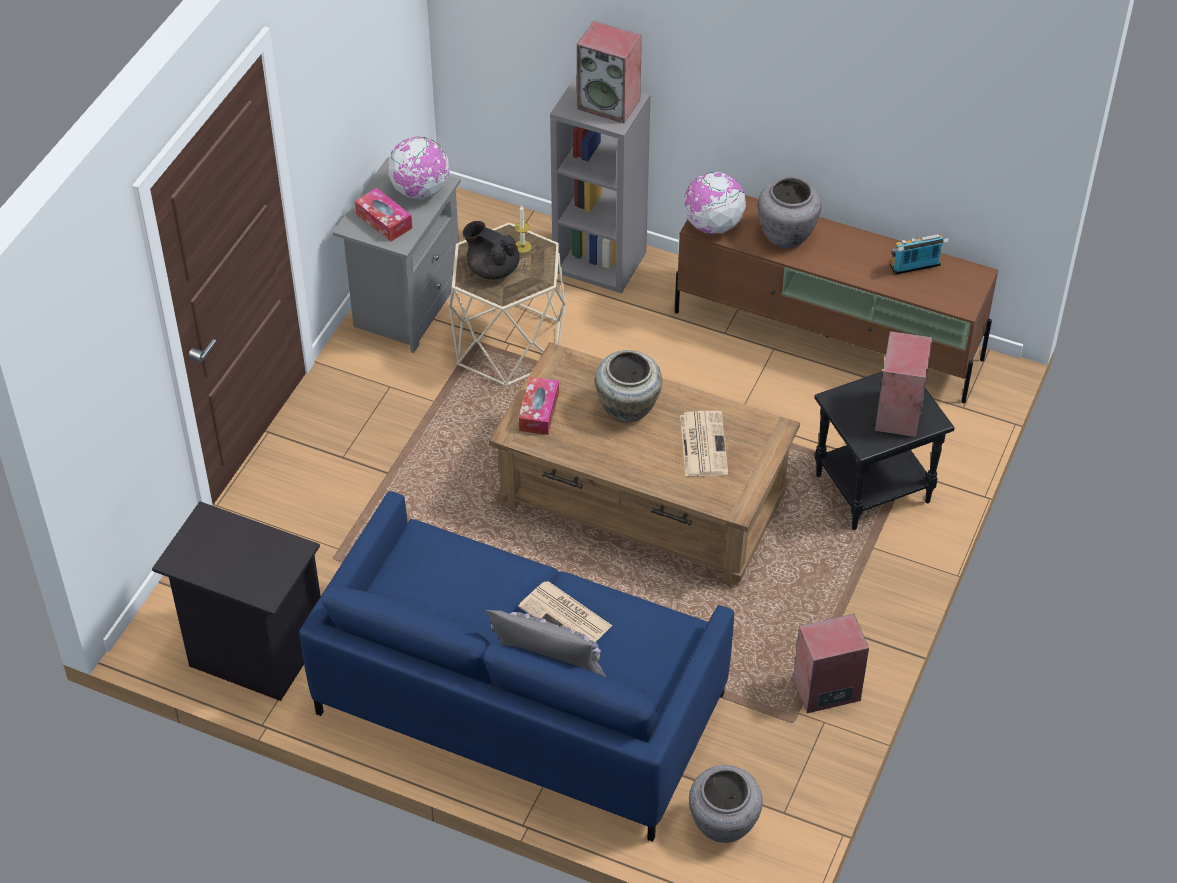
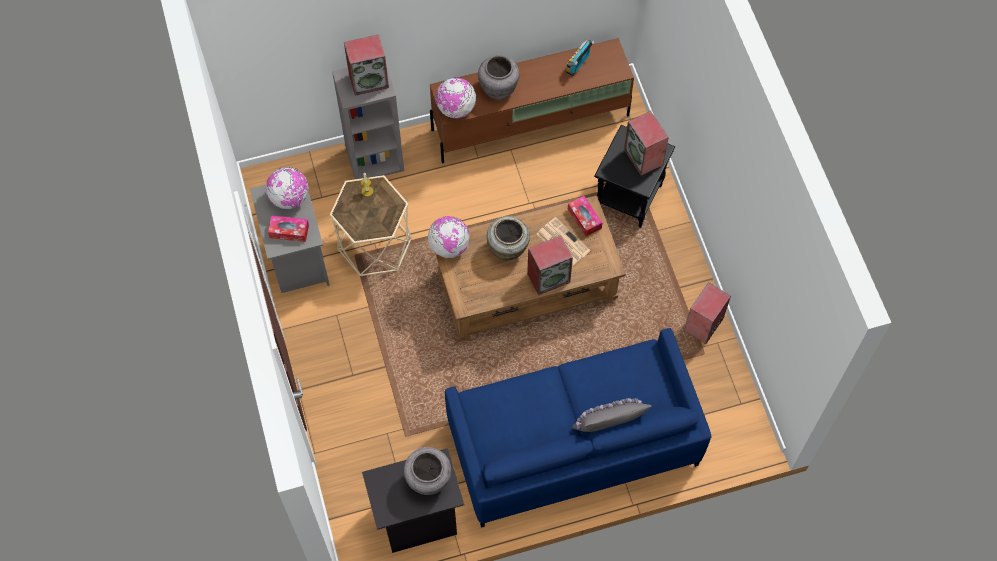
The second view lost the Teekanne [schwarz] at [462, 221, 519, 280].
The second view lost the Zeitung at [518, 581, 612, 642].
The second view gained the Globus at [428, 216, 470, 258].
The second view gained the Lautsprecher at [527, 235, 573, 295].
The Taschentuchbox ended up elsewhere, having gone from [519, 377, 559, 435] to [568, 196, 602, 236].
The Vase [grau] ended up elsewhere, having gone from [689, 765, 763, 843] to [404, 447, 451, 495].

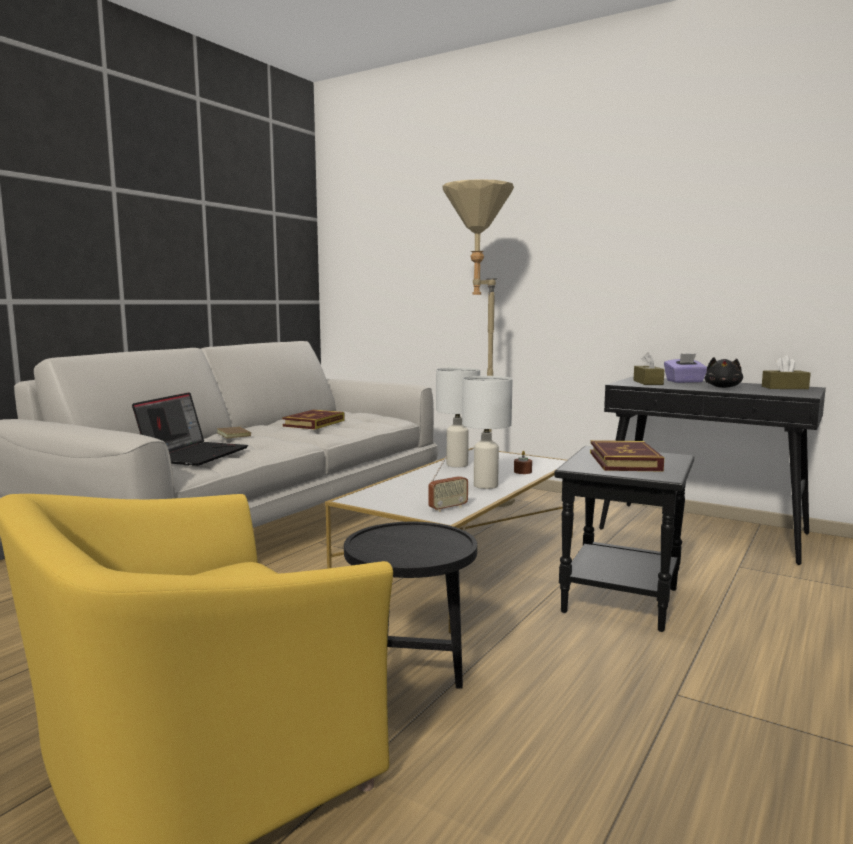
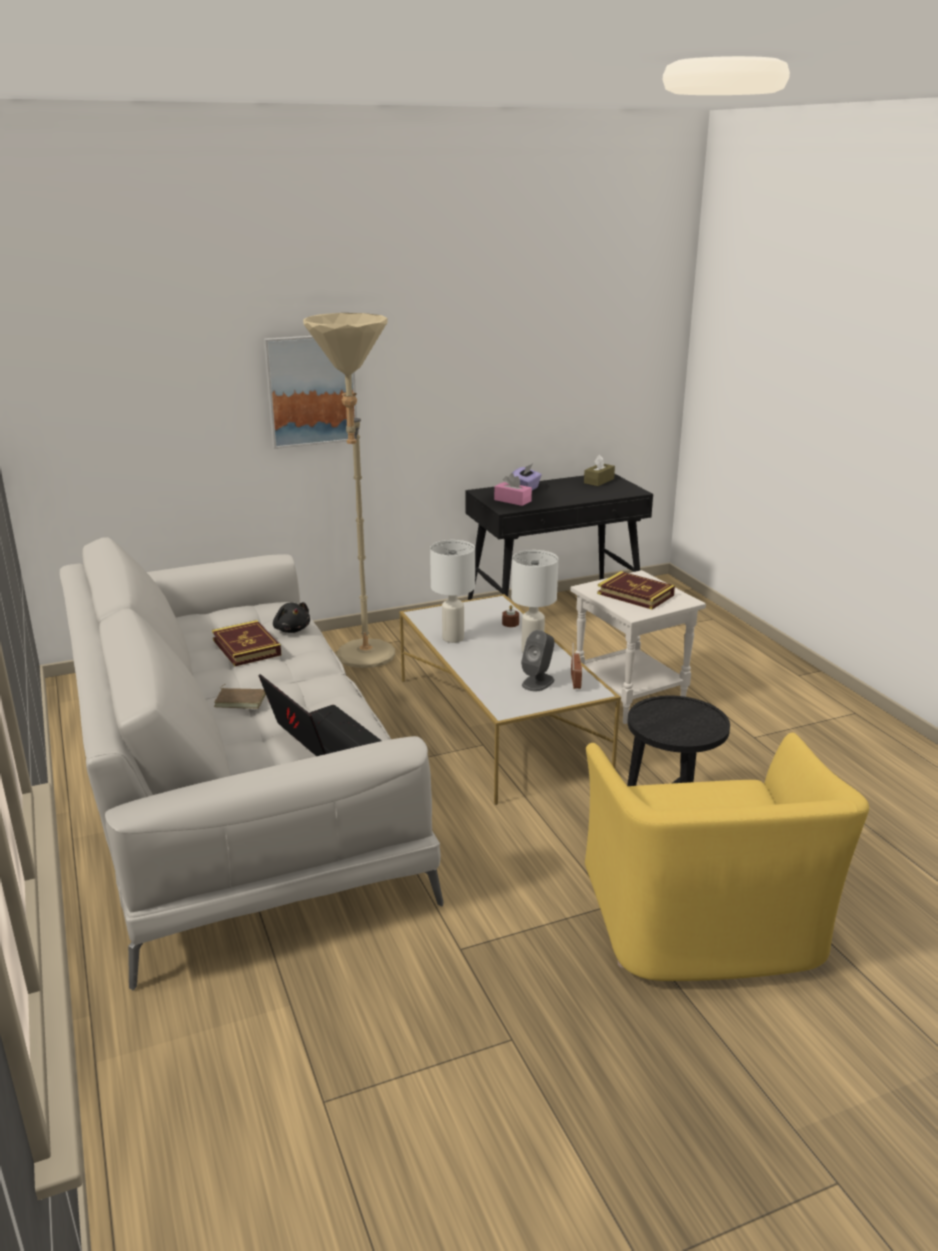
The second view gained the Bild at [264, 336, 357, 449].
The second view gained the Lautsprecher [grau] at [521, 630, 554, 691].
The Plüschtier [schwarz] ended up elsewhere, having gone from [705, 357, 743, 388] to [273, 602, 310, 633].
What was the Beistelltisch [schwarz] at [554, 446, 694, 632] turned into the Beistelltisch [weiß] at [570, 570, 706, 724].
What was the Taschentuchbox [braun] at [633, 352, 665, 385] turned into the Taschentuchbox [rosa] at [494, 473, 532, 506].

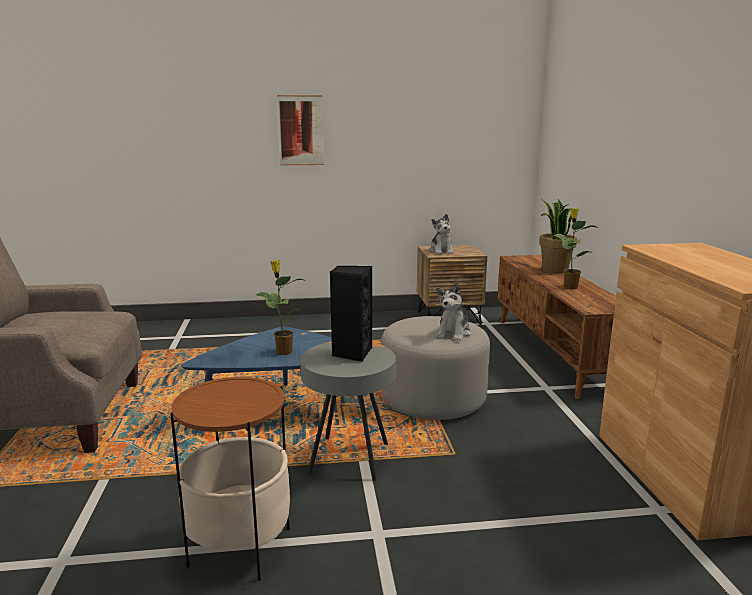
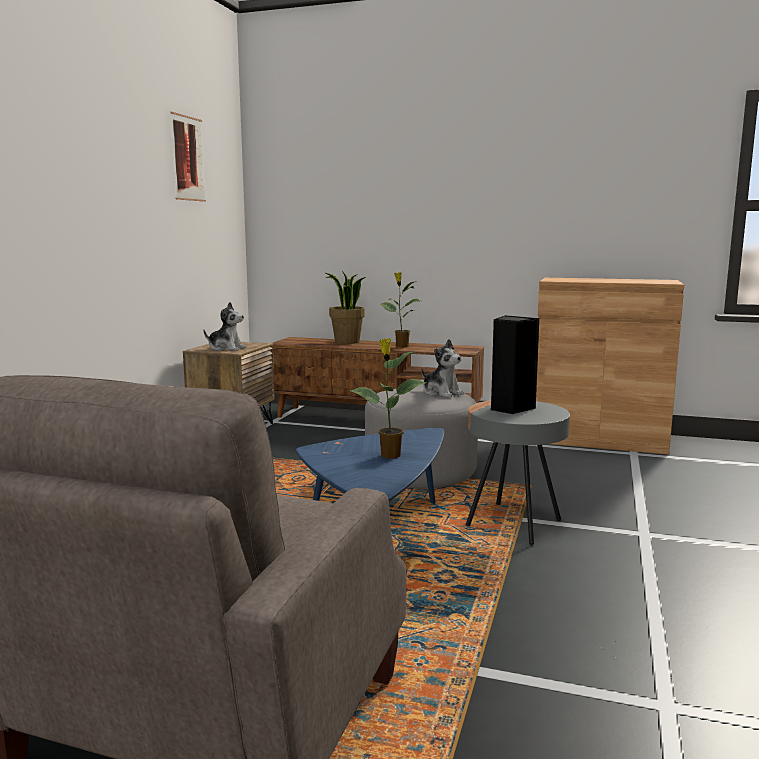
The second view lost the Beistelltisch at [170, 377, 290, 581].
The Bild ended up elsewhere, having gone from [277, 95, 324, 165] to [170, 112, 206, 202].

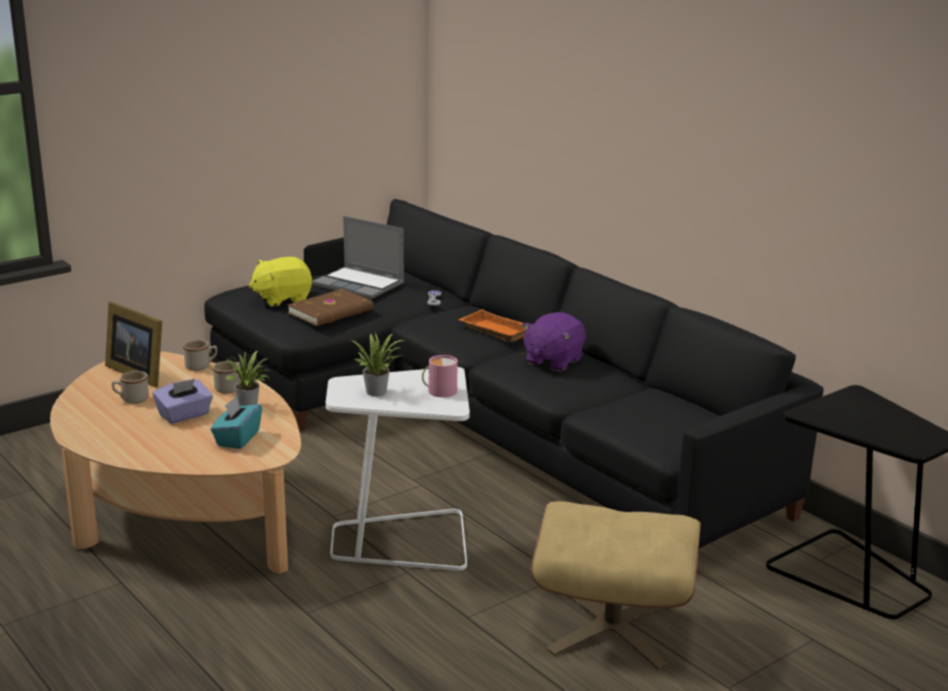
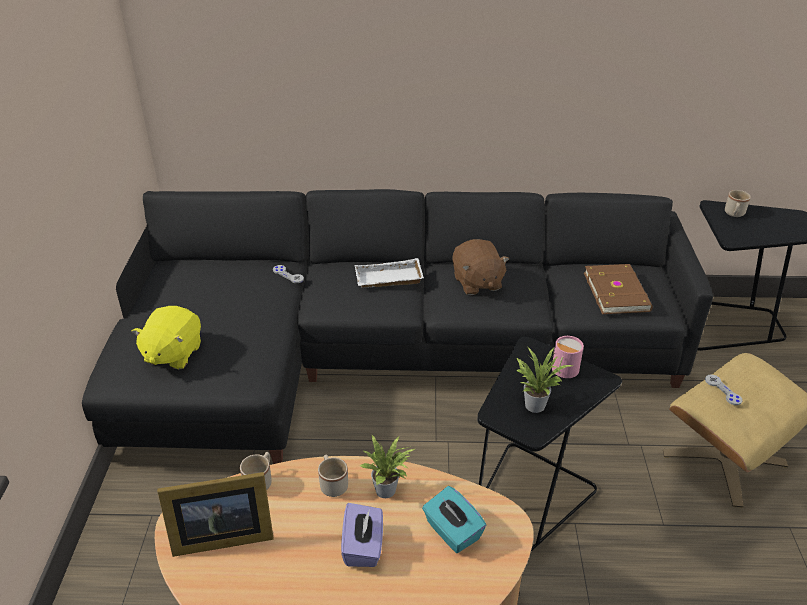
The second view lost the Laptop at [312, 216, 404, 300].
The second view gained the Gamepad [grau] at [705, 375, 742, 405].
The Henkelbecher [beige] ended up elsewhere, having gone from [112, 371, 149, 404] to [725, 190, 751, 217].
The Buch [braun] ended up elsewhere, having gone from [287, 289, 373, 326] to [584, 264, 653, 314].
What was the Beistelltisch [weiß] at [326, 367, 470, 571] turned into the Beistelltisch [schwarz] at [477, 337, 622, 551].
What was the Tablett [orange] at [458, 309, 533, 342] turned into the Tablett [weiß] at [355, 258, 424, 288].
What was the Plüschtier [lila] at [522, 312, 586, 372] turned into the Plüschtier [braun] at [452, 239, 509, 295].

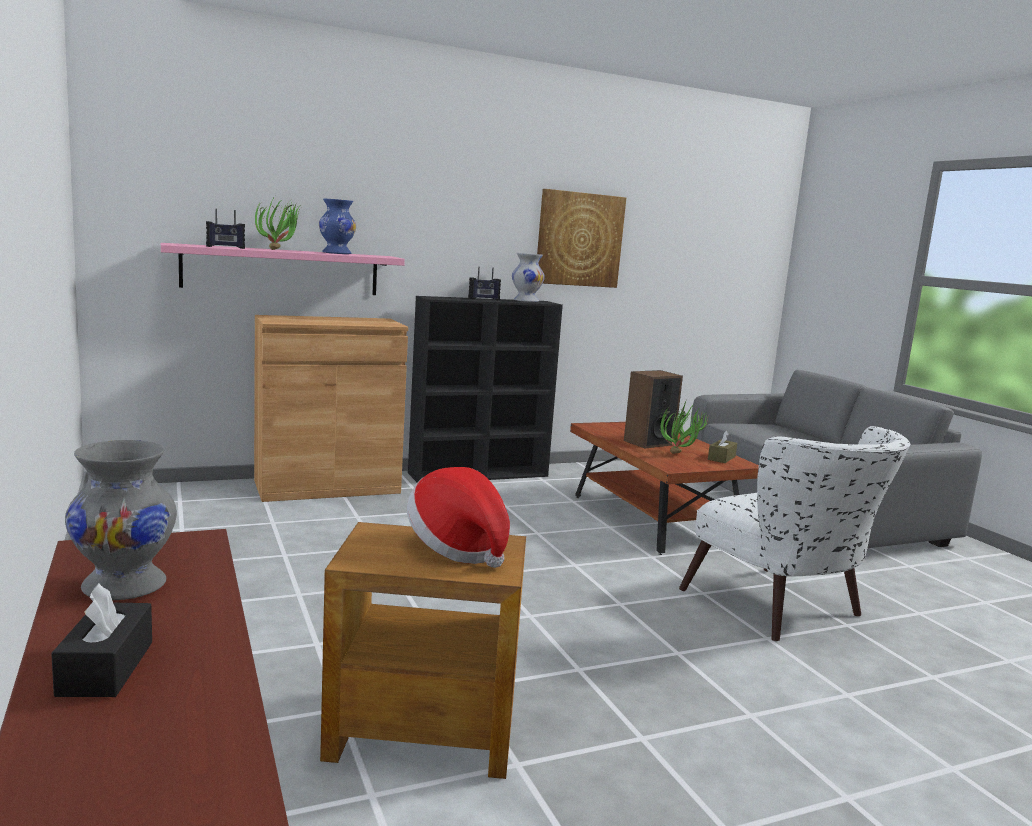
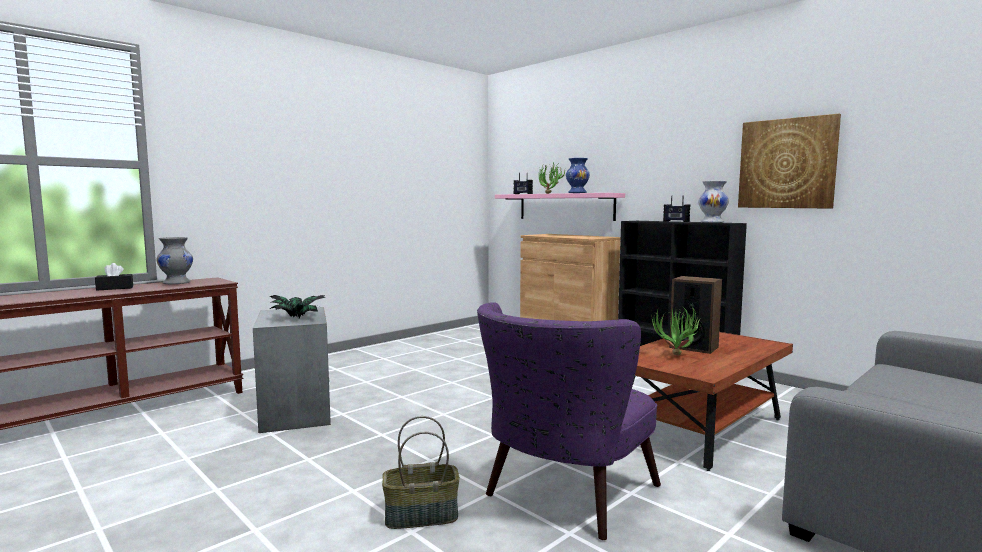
The second view lost the Taschentuchbox [braun] at [708, 431, 737, 463].
The second view gained the Korb at [382, 416, 460, 529].
Where the Hut stood at [407, 467, 510, 568], the Topfpflanze came to stand at [270, 295, 326, 318].
What was the Beistelltisch [braun] at [320, 522, 526, 779] turned into the Beistelltisch [grau] at [253, 307, 331, 433].
What was the Sessel [weiß] at [679, 426, 911, 641] turned into the Sessel [lila] at [477, 302, 661, 540].

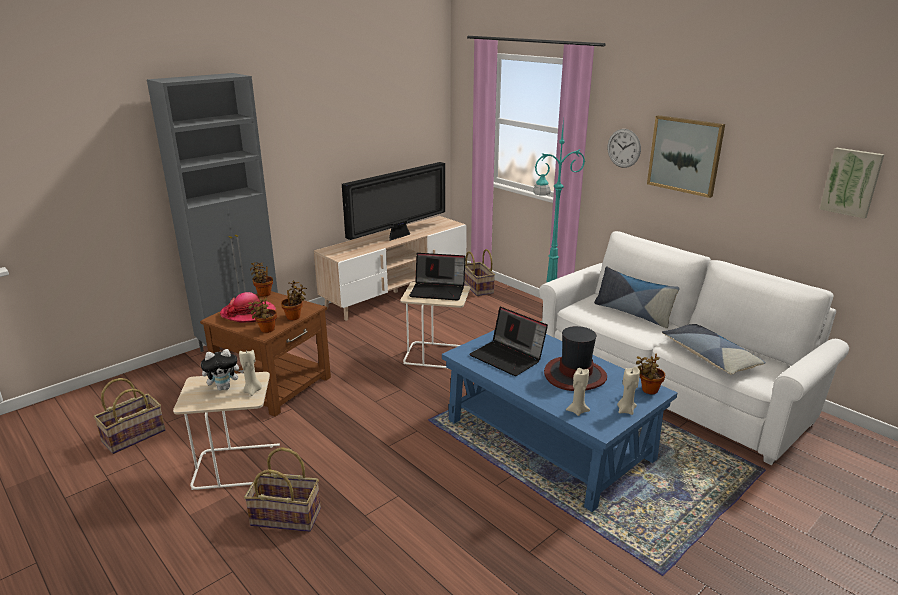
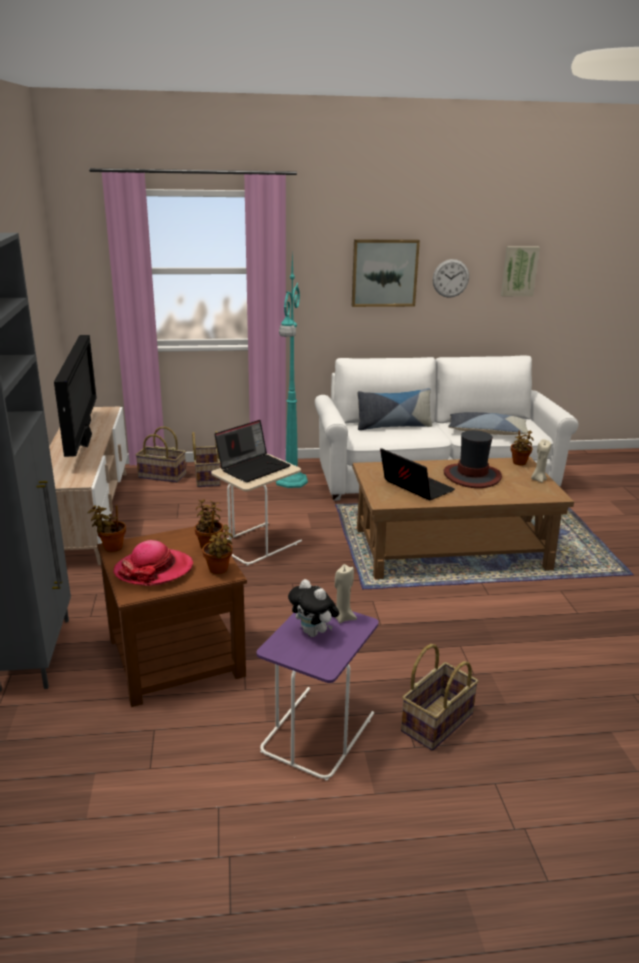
The second view lost the Kerze [beige] at [566, 368, 590, 416].
The Korb ended up elsewhere, having gone from [94, 378, 165, 454] to [192, 431, 221, 487].
The Wanduhr ended up elsewhere, having gone from [608, 129, 641, 168] to [433, 259, 469, 298].
What was the Beistelltisch [beige] at [173, 372, 280, 490] turned into the Beistelltisch [lila] at [256, 611, 379, 780].
What was the Couchtisch [blau] at [442, 330, 678, 512] turned into the Couchtisch [braun] at [353, 457, 574, 579].
The Plüschtier at [201, 349, 244, 391] ended up facing another way, 120 degrees clockwise from before.
The Laptop at [469, 307, 548, 376] ended up facing another way, 120 degrees counterclockwise from before.

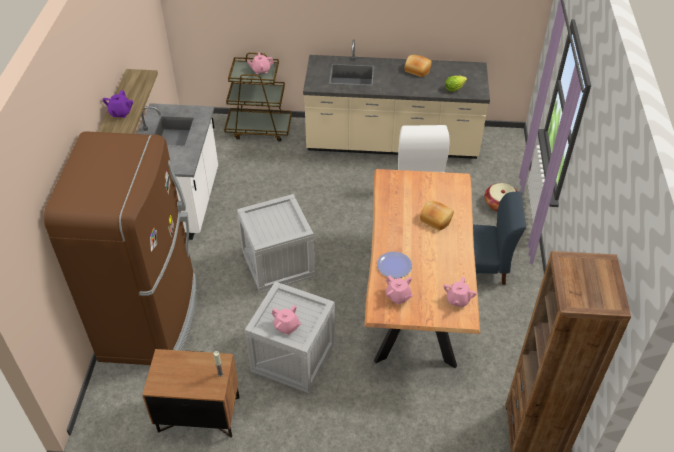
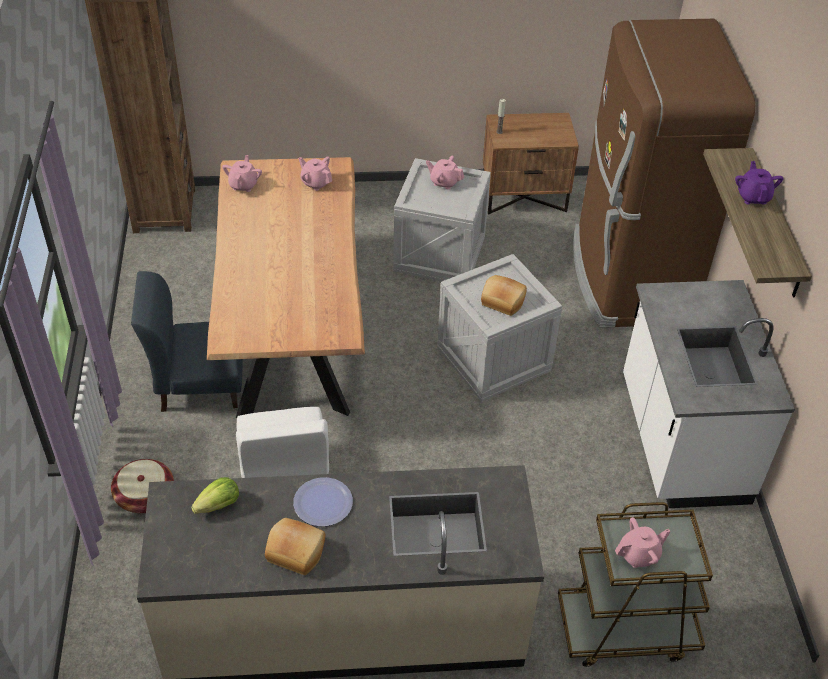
The Teller ended up elsewhere, having gone from [377, 252, 412, 278] to [293, 477, 353, 526].
The Brot ended up elsewhere, having gone from [420, 201, 454, 230] to [481, 275, 527, 316].

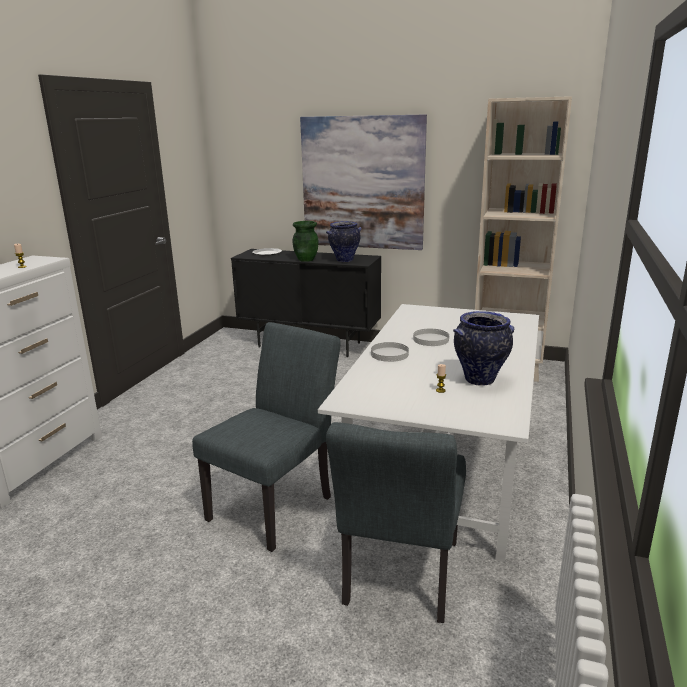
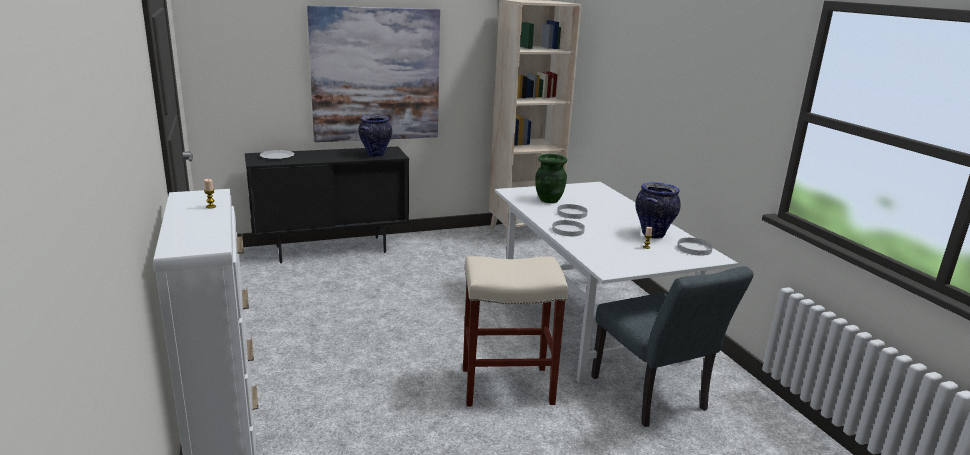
The second view gained the Teller [weiß] at [677, 238, 713, 256].
The Vase [grün] ended up elsewhere, having gone from [293, 221, 319, 262] to [535, 154, 567, 203].
Where the Stuhl [grau] stood at [192, 322, 340, 552], the Hocker [beige] came to stand at [463, 256, 568, 406].

